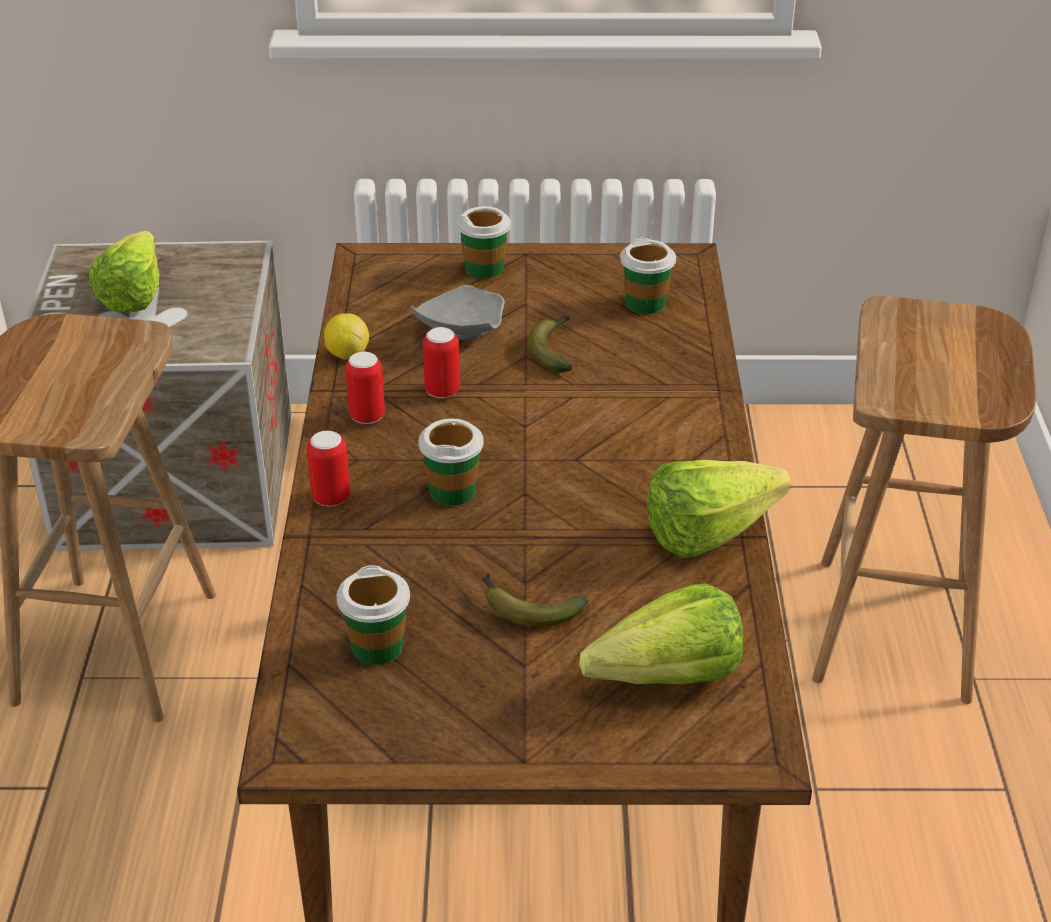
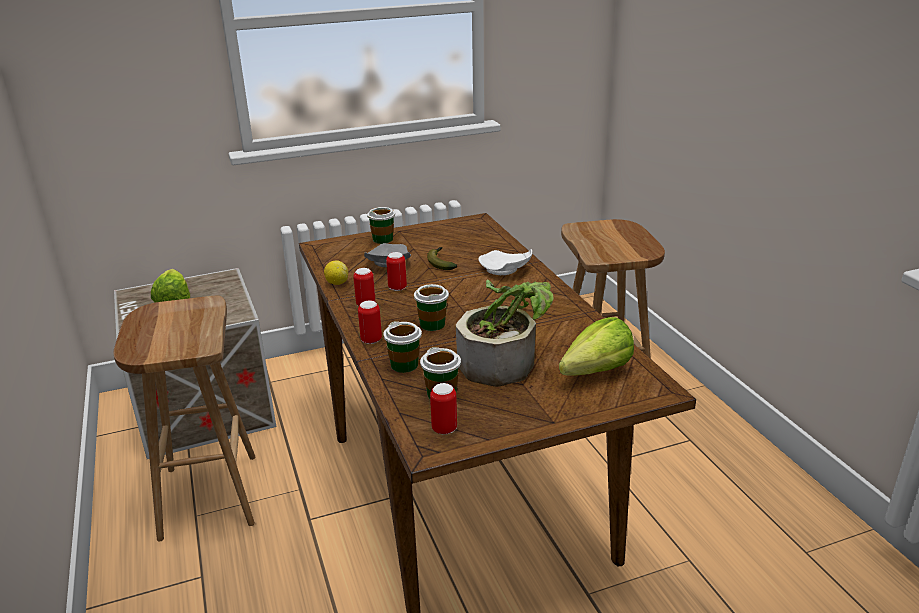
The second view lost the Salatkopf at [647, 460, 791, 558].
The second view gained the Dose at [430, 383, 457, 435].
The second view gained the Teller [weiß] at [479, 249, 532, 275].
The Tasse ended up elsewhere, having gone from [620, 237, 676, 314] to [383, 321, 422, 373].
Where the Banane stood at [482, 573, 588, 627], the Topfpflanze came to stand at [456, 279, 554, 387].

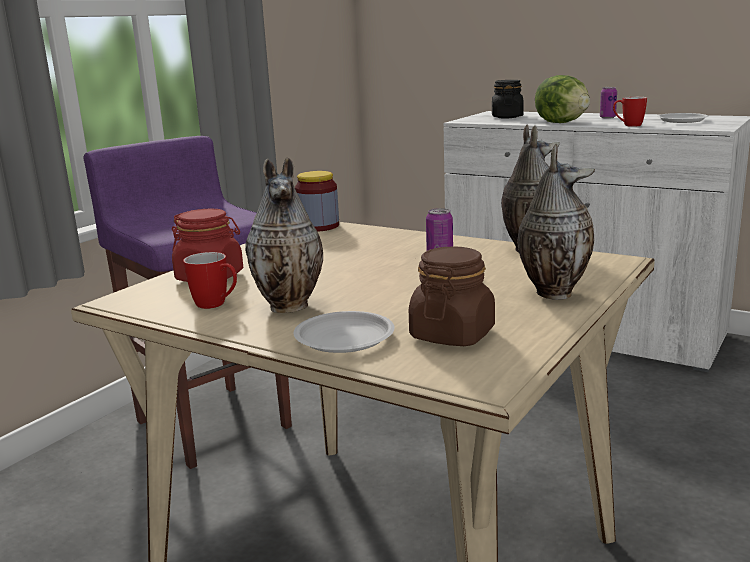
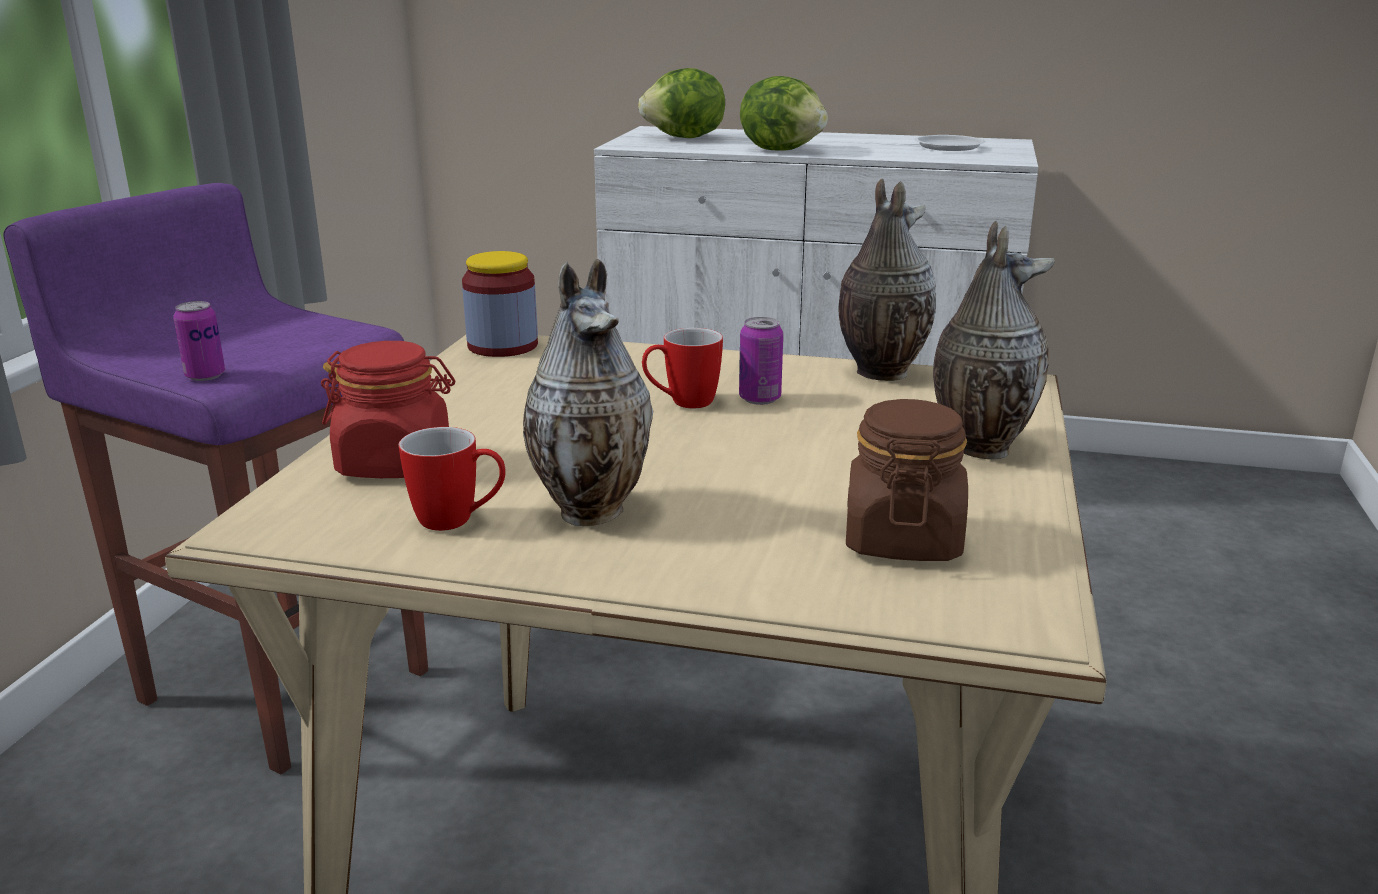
The second view lost the Teller [weiß] at [294, 311, 395, 353].
The Dose ended up elsewhere, having gone from [600, 87, 617, 119] to [173, 301, 225, 381].
The Henkelbecher ended up elsewhere, having gone from [613, 97, 647, 127] to [642, 328, 723, 408].
Where the Vorratsglas [schwarz] stood at [492, 80, 524, 118], the Salatkopf came to stand at [638, 68, 725, 138].

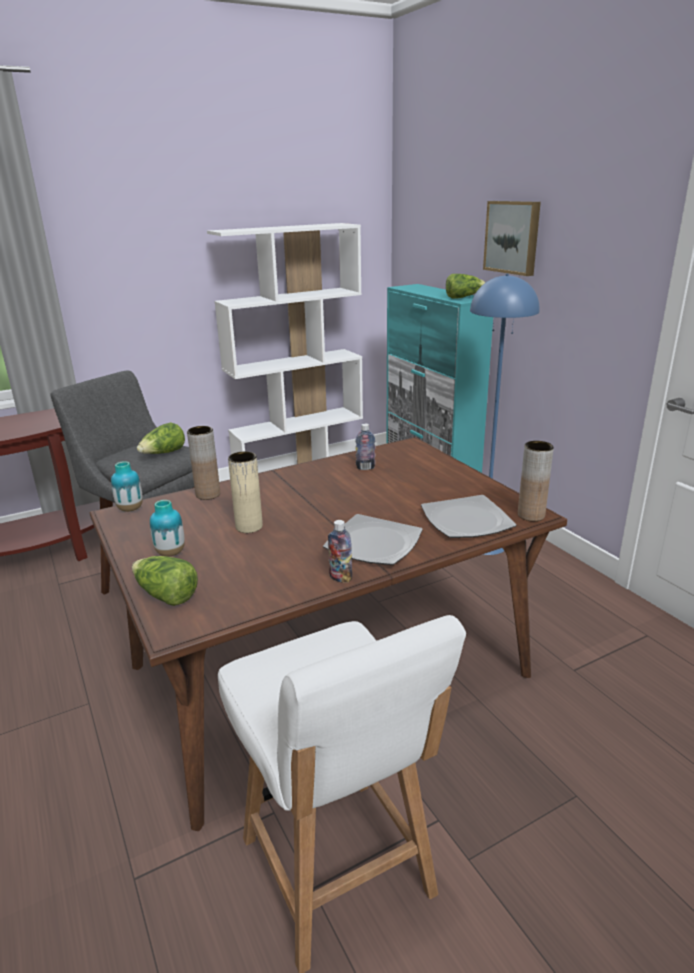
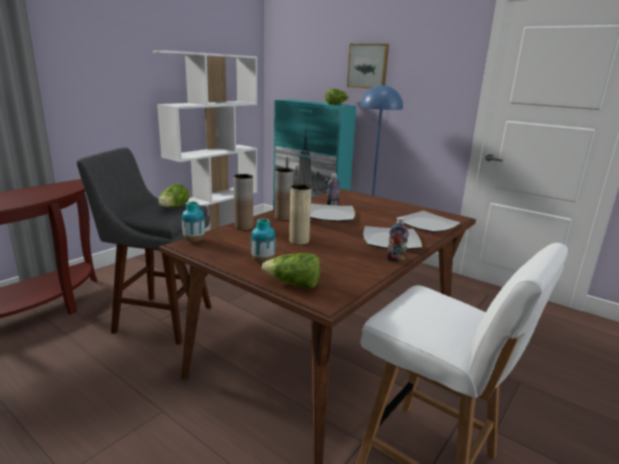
The second view gained the Teller at [310, 203, 355, 221].
The Vase [braun] ended up elsewhere, having gone from [518, 441, 554, 521] to [275, 168, 293, 221].

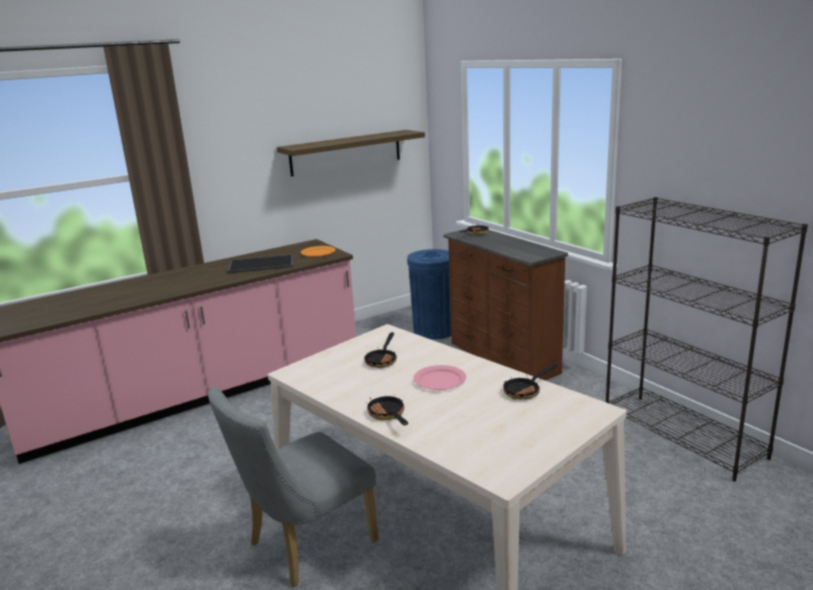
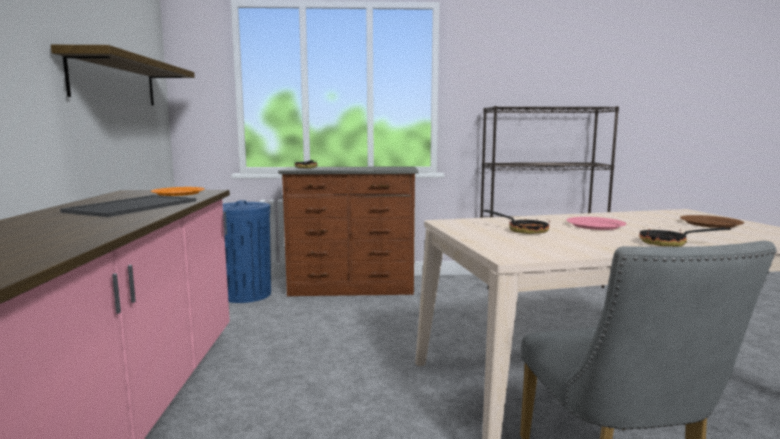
The second view lost the Pfanne at [503, 364, 557, 400].
The second view gained the Teller [braun] at [680, 215, 744, 228].

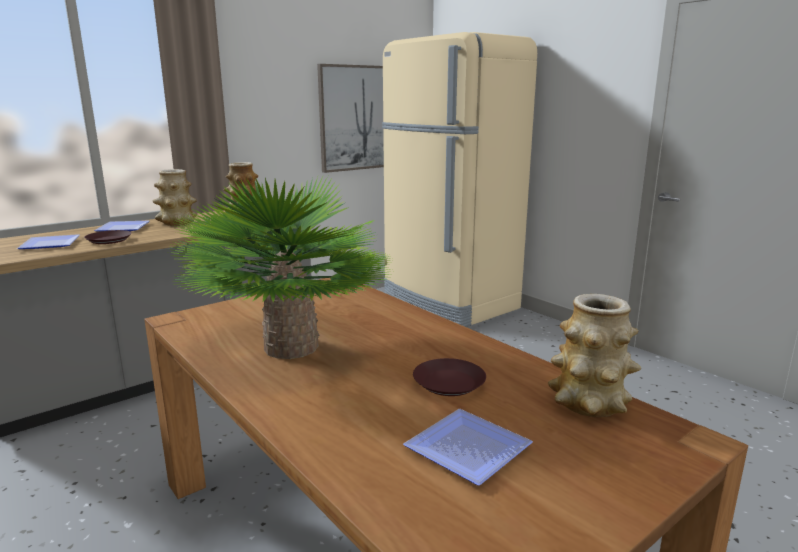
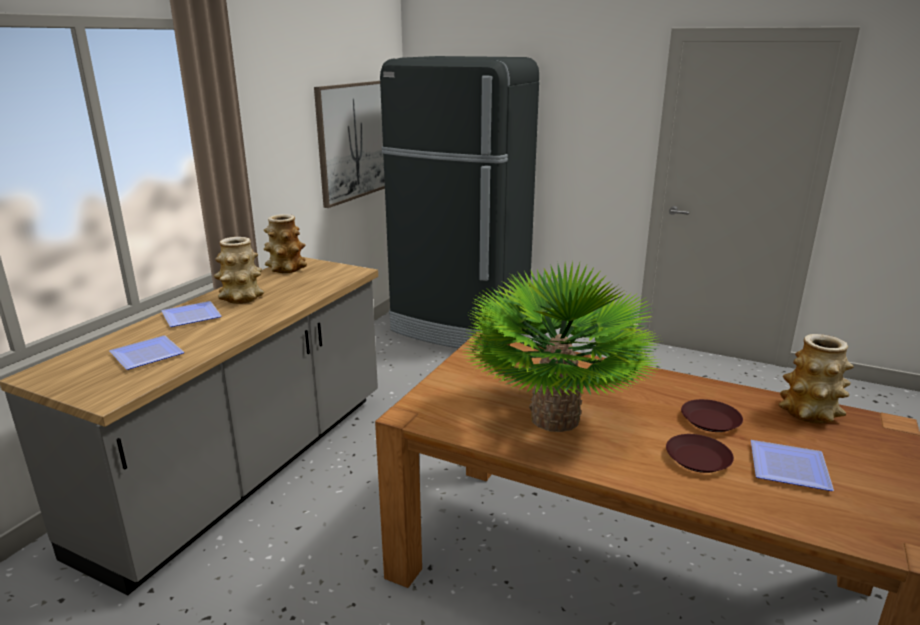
The Teller [braun] ended up elsewhere, having gone from [84, 230, 132, 244] to [666, 434, 734, 473].
What was the Kühlschrank [beige] at [382, 32, 537, 327] turned into the Kühlschrank [schwarz] at [380, 56, 539, 348].

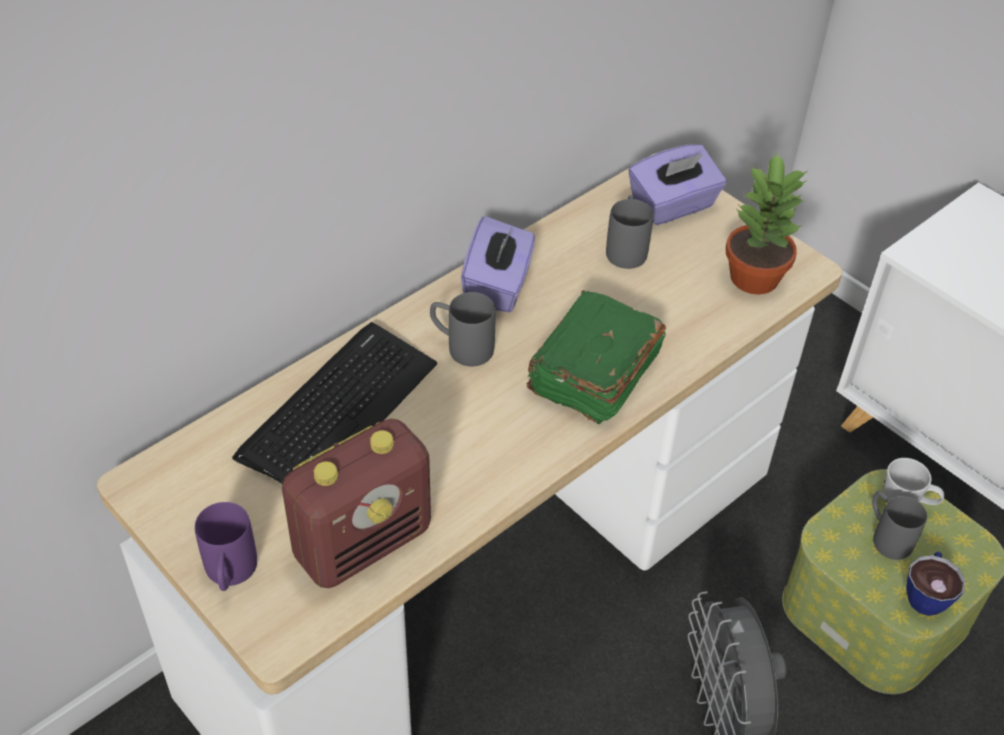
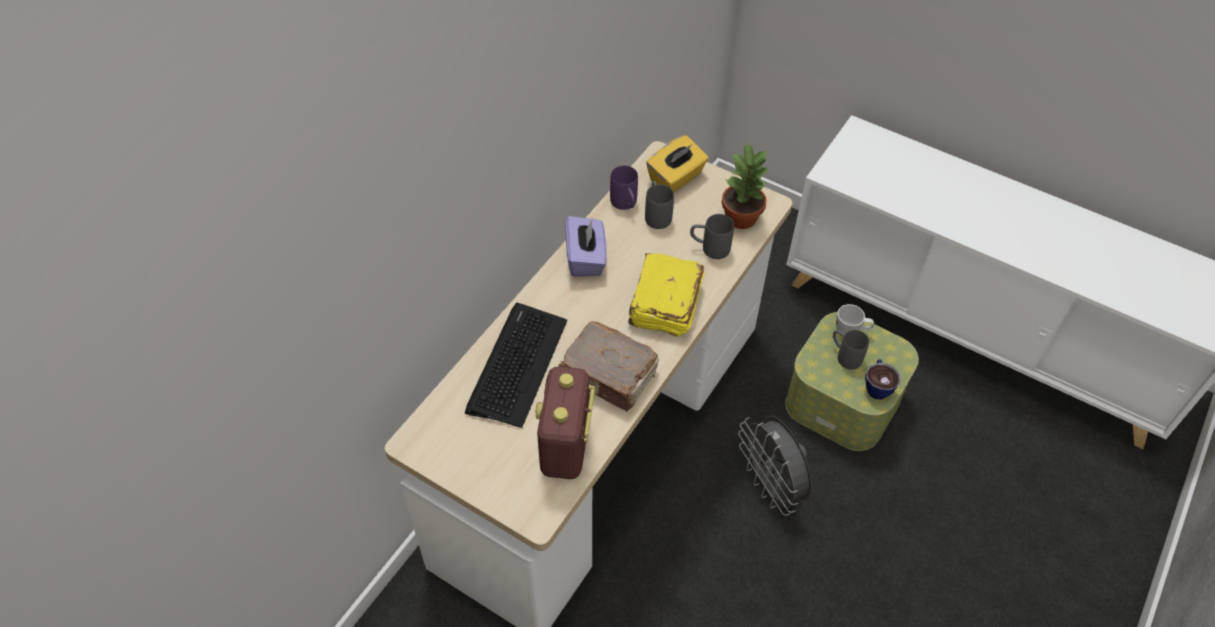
The second view gained the Buch [braun] at [559, 321, 659, 411].
The Henkelbecher [lila] ended up elsewhere, having gone from [195, 502, 257, 591] to [610, 166, 638, 210].
The Henkelbecher [grau] ended up elsewhere, having gone from [430, 292, 495, 366] to [690, 214, 734, 259].
What was the Buch [grün] at [526, 290, 666, 424] turned into the Buch [gelb] at [628, 253, 704, 337].
What was the Taschentuchbox [lila] at [629, 145, 726, 225] turned into the Taschentuchbox [gelb] at [646, 135, 709, 192].
The Radio at [282, 419, 431, 588] ended up facing another way, 150 degrees clockwise from before.

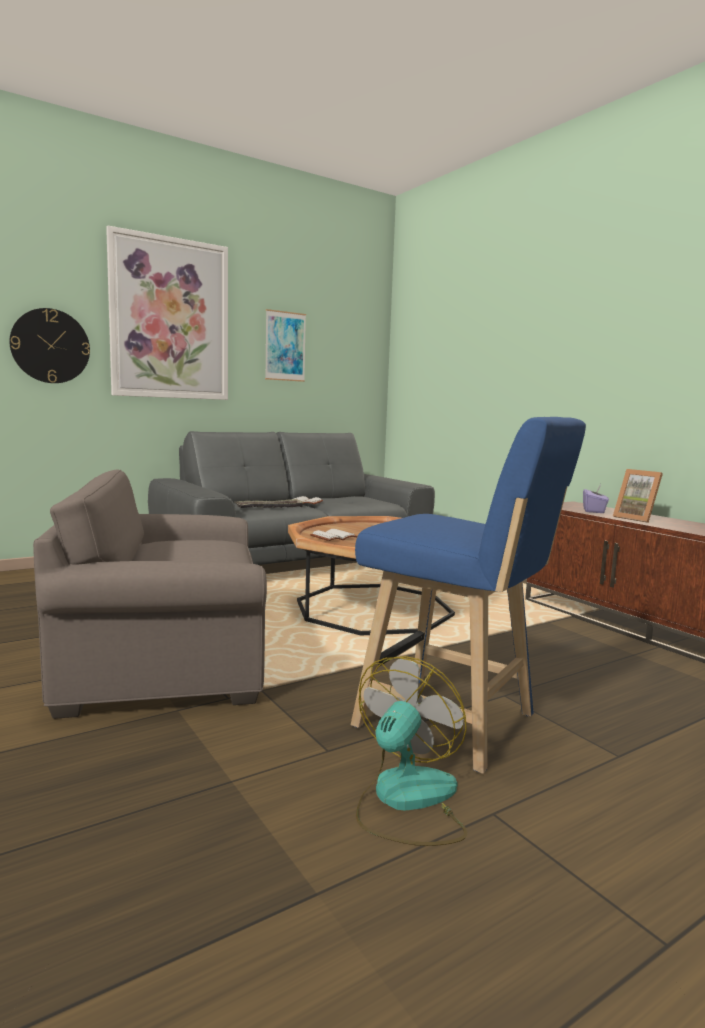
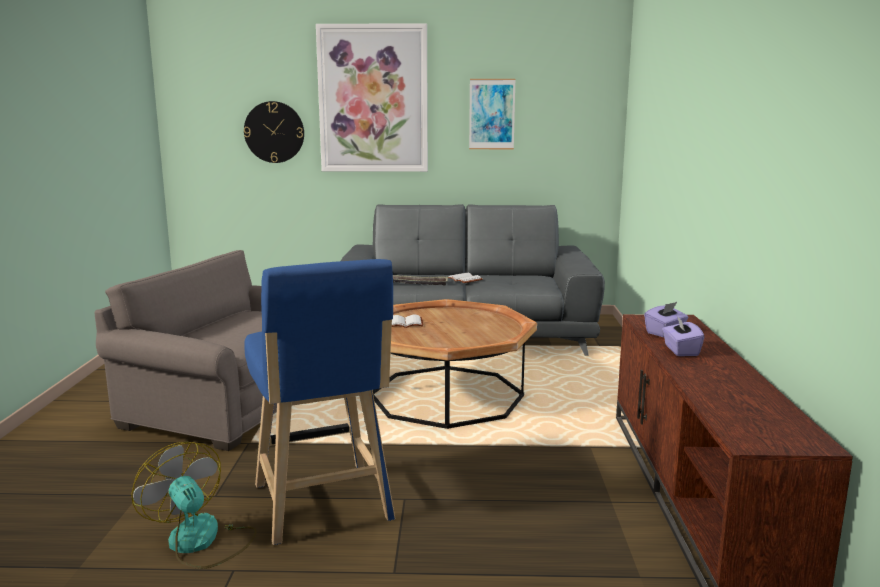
Where the Bilderrahmen stood at [613, 469, 663, 523], the Taschentuchbox [lila] came to stand at [662, 316, 704, 356].
The Ventilator at [356, 656, 467, 846] ended up facing another way, 105 degrees counterclockwise from before.

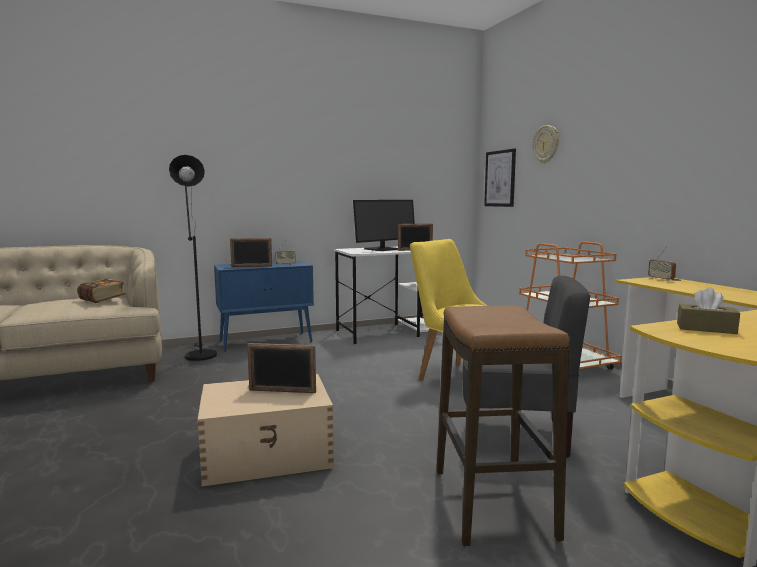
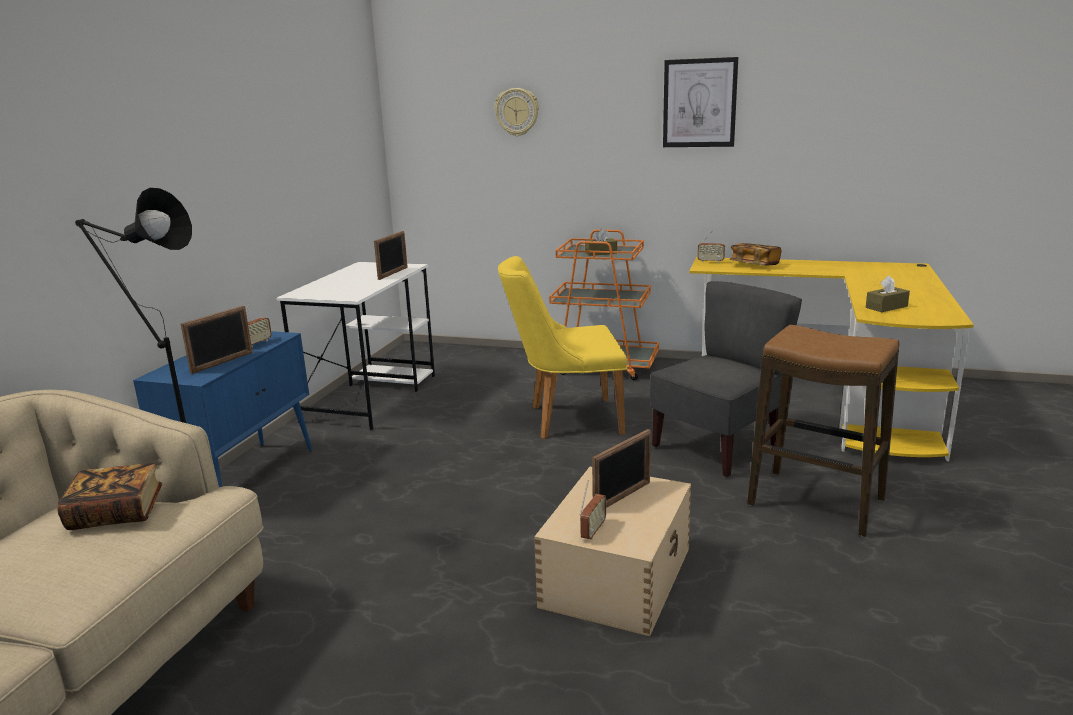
The second view lost the Monitor at [353, 200, 415, 251].
The second view gained the Radio at [579, 480, 606, 540].
The second view gained the Taschentuchbox [braun] at [585, 228, 617, 256].
The second view gained the Buch at [729, 243, 782, 265].
The Bild ended up elsewhere, having gone from [484, 149, 516, 207] to [663, 57, 738, 147].

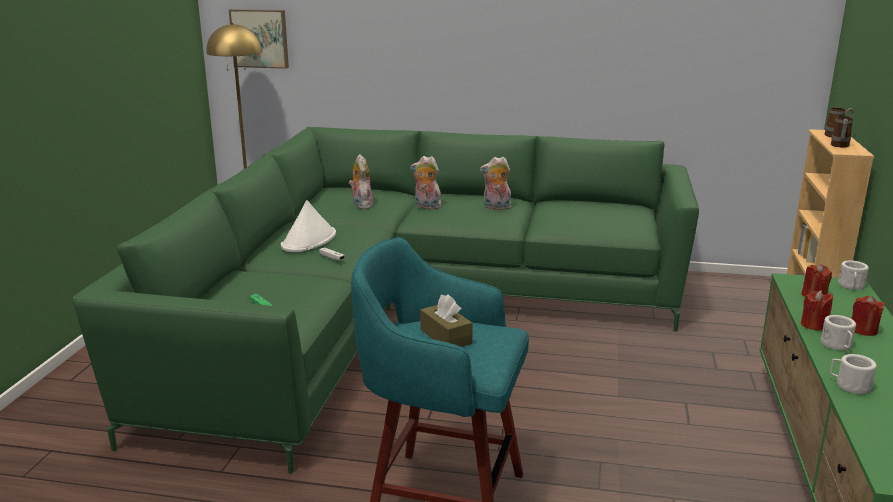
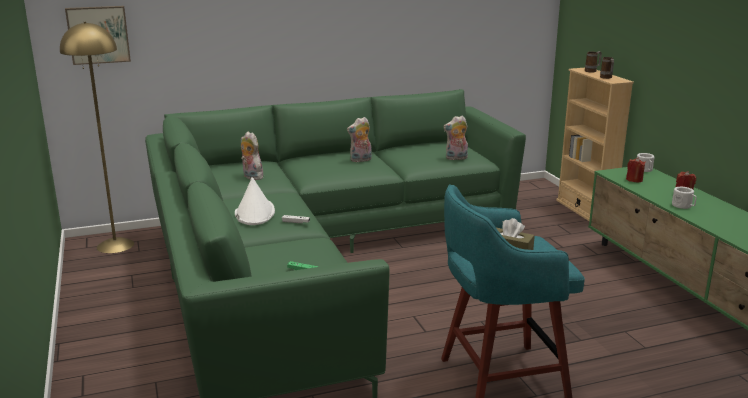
The second view lost the Kerze [rot] at [801, 290, 833, 331].
The second view lost the Henkelbecher [weiß] at [830, 354, 877, 394].
The Plüschtier ended up elsewhere, having gone from [411, 156, 443, 210] to [443, 116, 468, 160].

